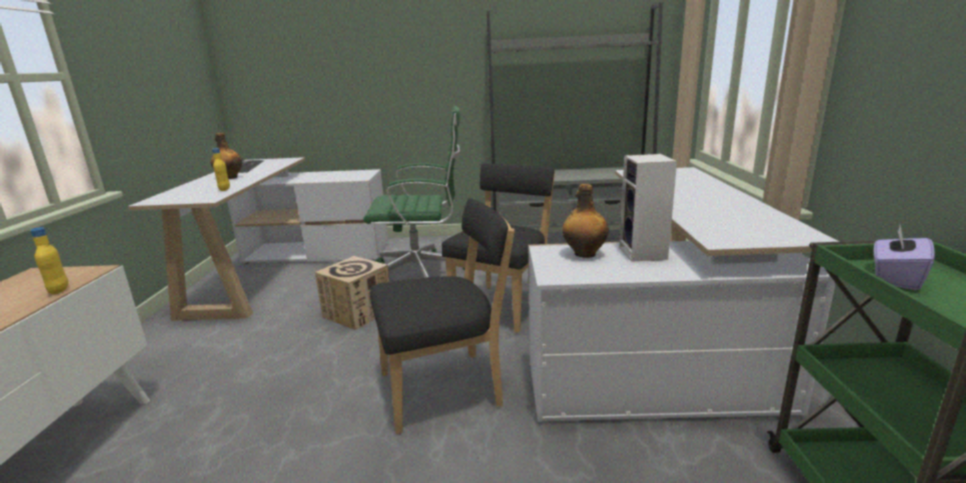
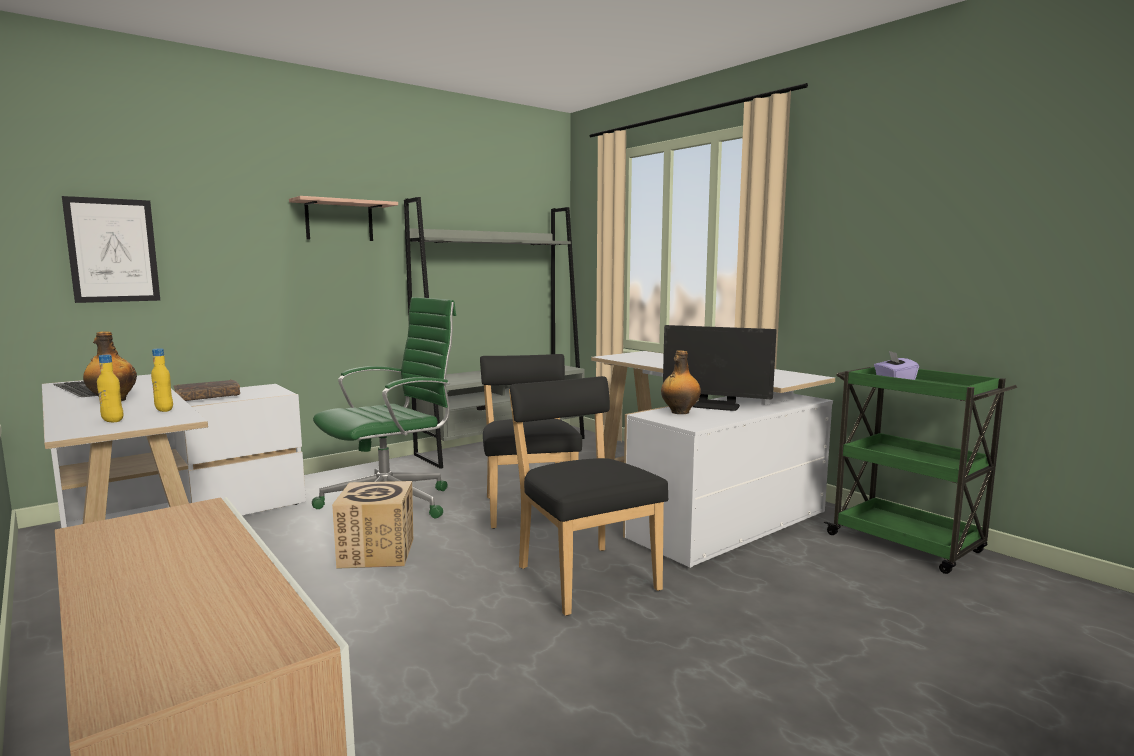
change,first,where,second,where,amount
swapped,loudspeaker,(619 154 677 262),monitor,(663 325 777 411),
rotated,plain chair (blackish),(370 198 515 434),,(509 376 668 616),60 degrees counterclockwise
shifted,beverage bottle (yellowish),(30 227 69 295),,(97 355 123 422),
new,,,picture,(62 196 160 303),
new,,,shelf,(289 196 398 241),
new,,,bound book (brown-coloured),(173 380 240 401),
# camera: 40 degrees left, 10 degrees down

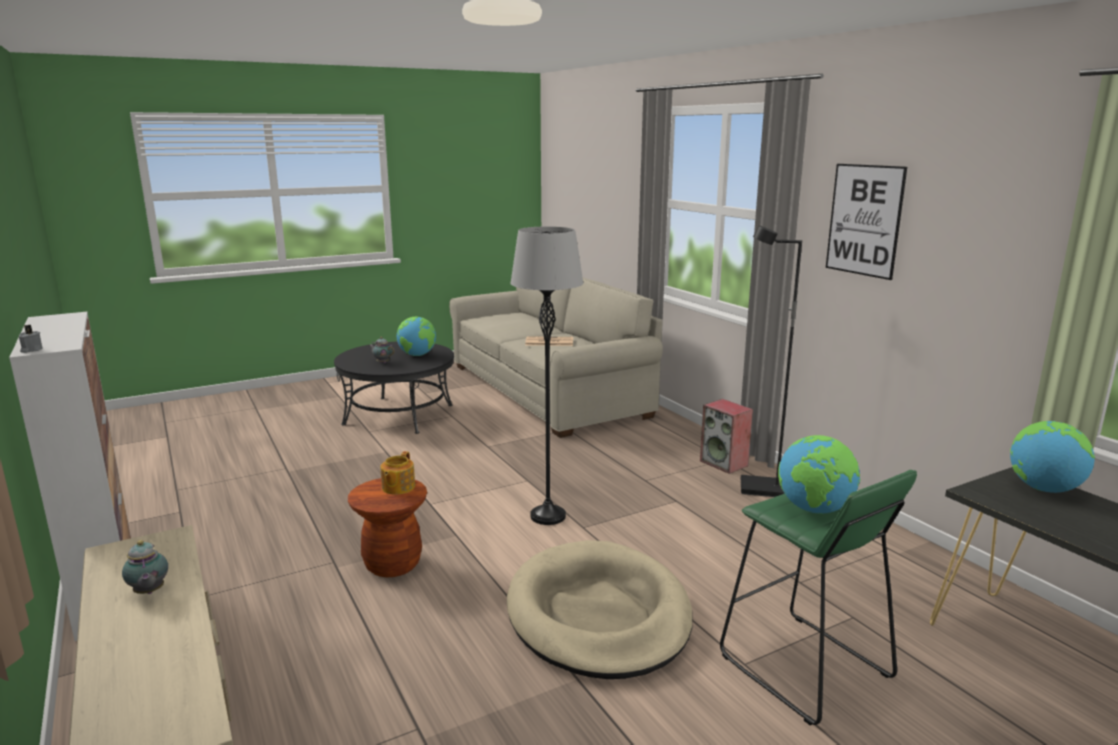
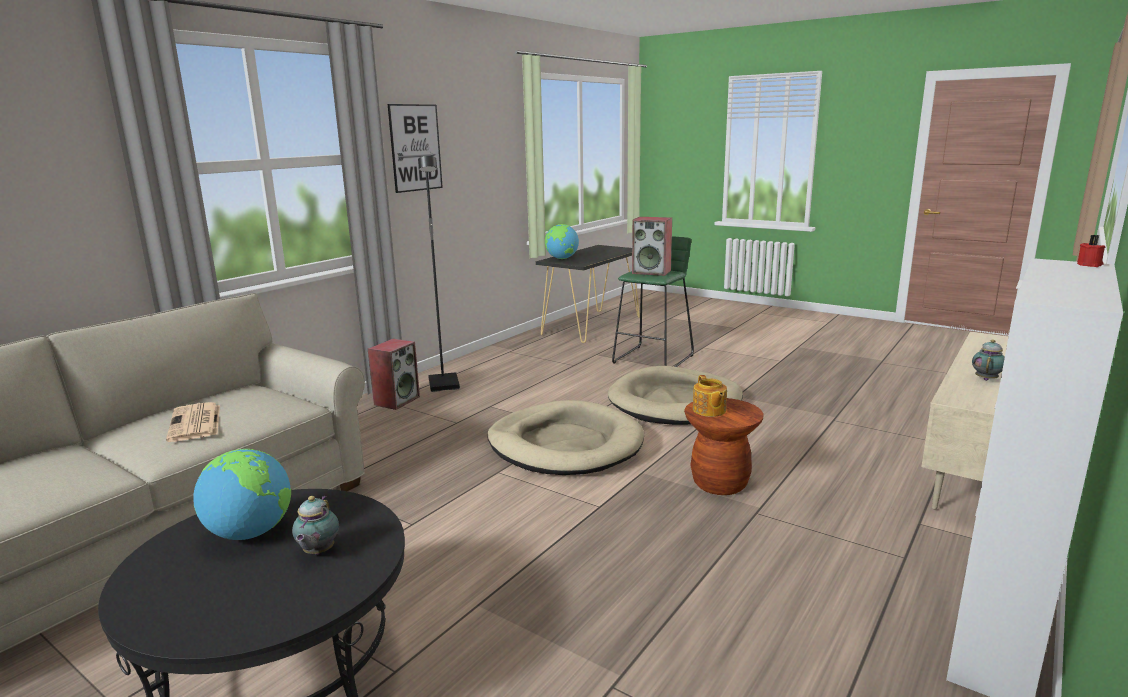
change,first,where,second,where,amount
swapped,standard lamp (grey),(510 226 583 525),pet bed (beige-coloured),(487 400 644 475),
repainted,wax light (grey),(19 325 43 353),wax light (red-coloured),(1077 235 1105 267),
swapped,world globe,(778 435 860 514),loudspeaker,(632 217 672 276),
rotated,pot for tea,(380 451 415 495),,(693 375 727 417),90 degrees clockwise
# camera: 115 degrees left, 0 degrees up

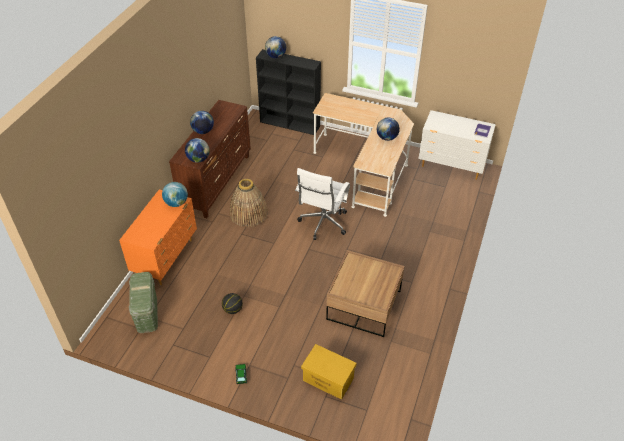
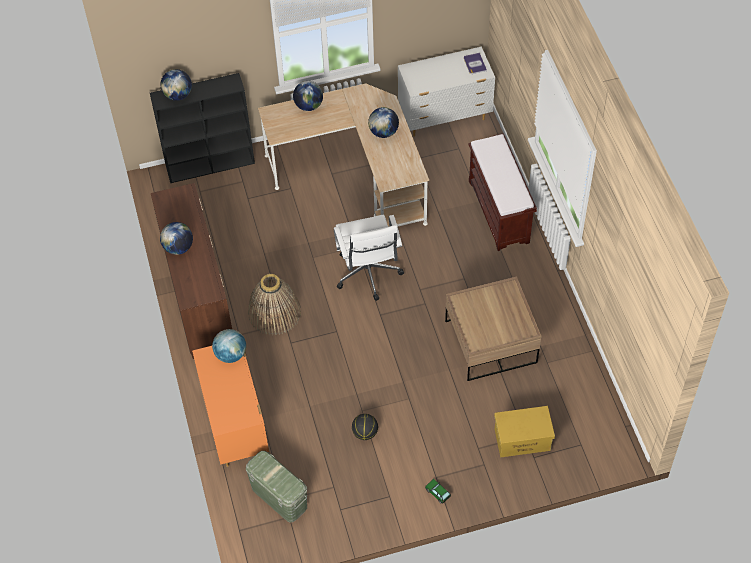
change,first,where,second,where,amount
shifted,world globe,(185 138 210 163),,(293 81 323 111),
new,,,long seat (brown-coloured),(468 133 537 251),
# camera: 35 degrees left, 10 degrees up

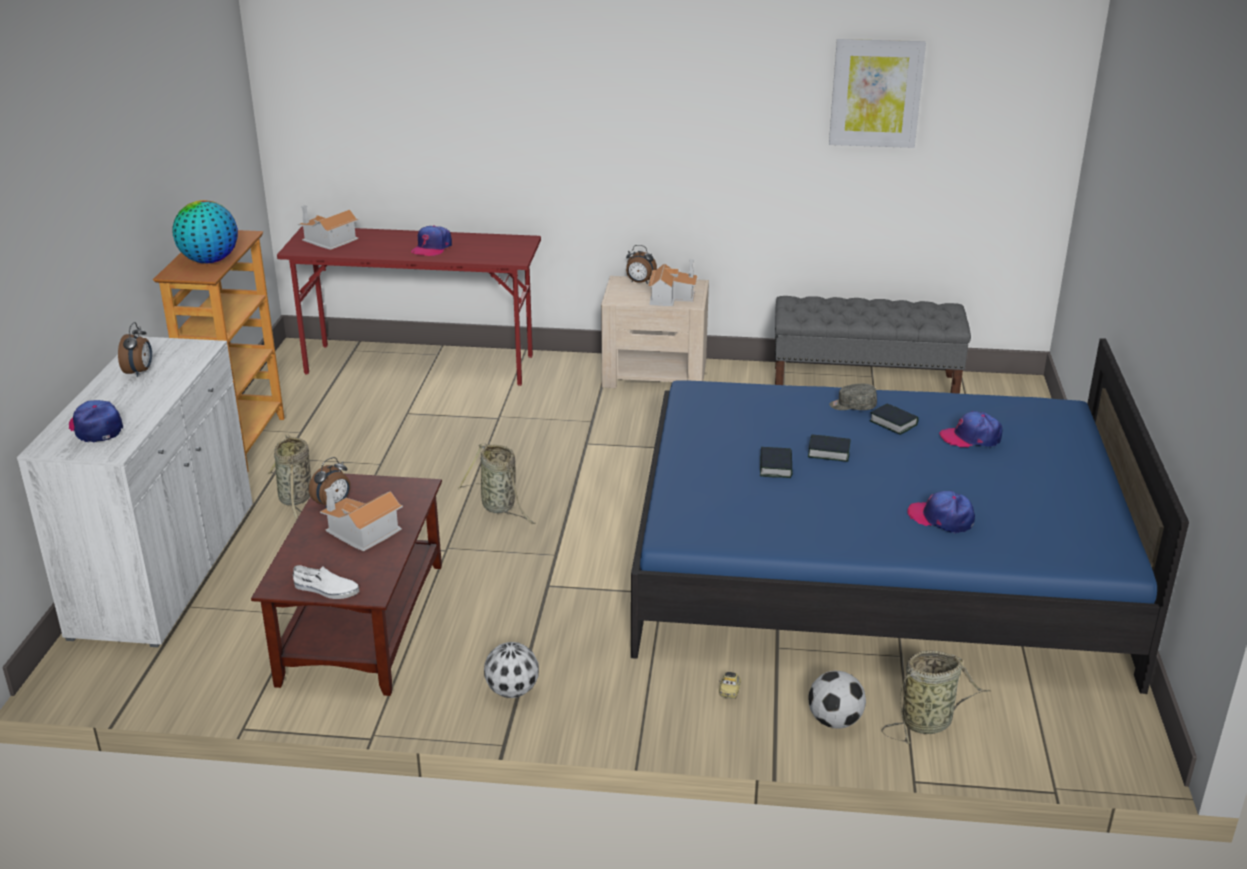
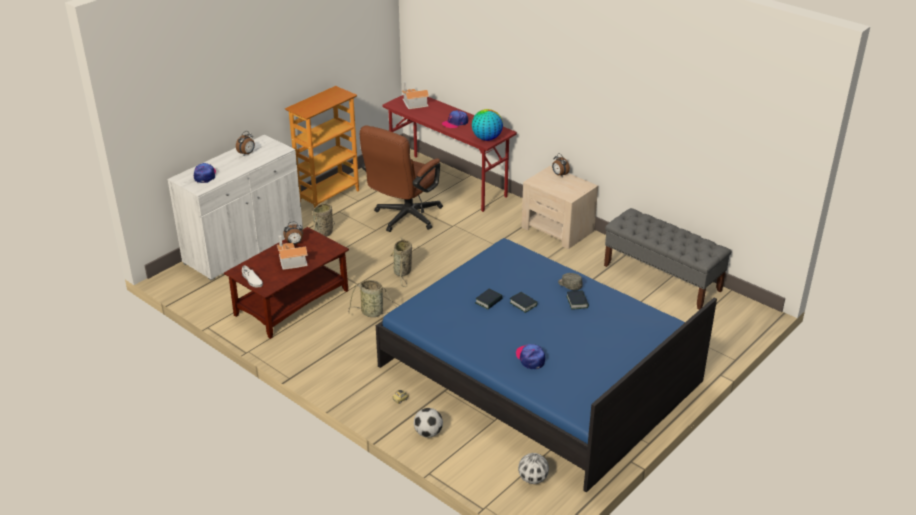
change,first,where,second,where,amount
gone,picture,(829 39 926 148),,,
shifted,world globe,(172 200 238 263),,(472 109 503 141),
gone,toy house,(648 259 698 306),,,
gone,cap,(939 411 1002 447),,,
shifted,ball for football,(484 642 539 698),,(518 453 549 484),
shifted,household basket,(881 650 990 744),,(348 280 394 317),
new,,,desk chair (brown-coloured),(360 125 443 232),
# camera: 35 degrees right, 5 degrees up

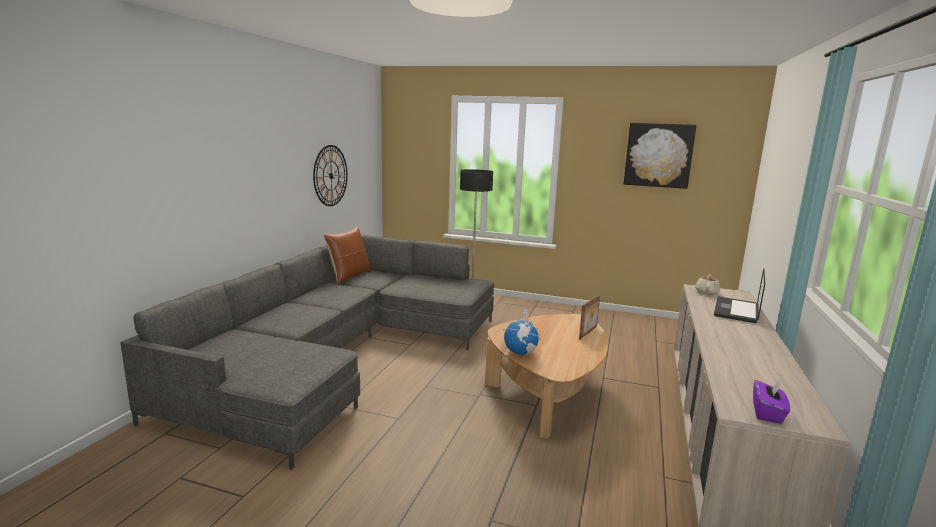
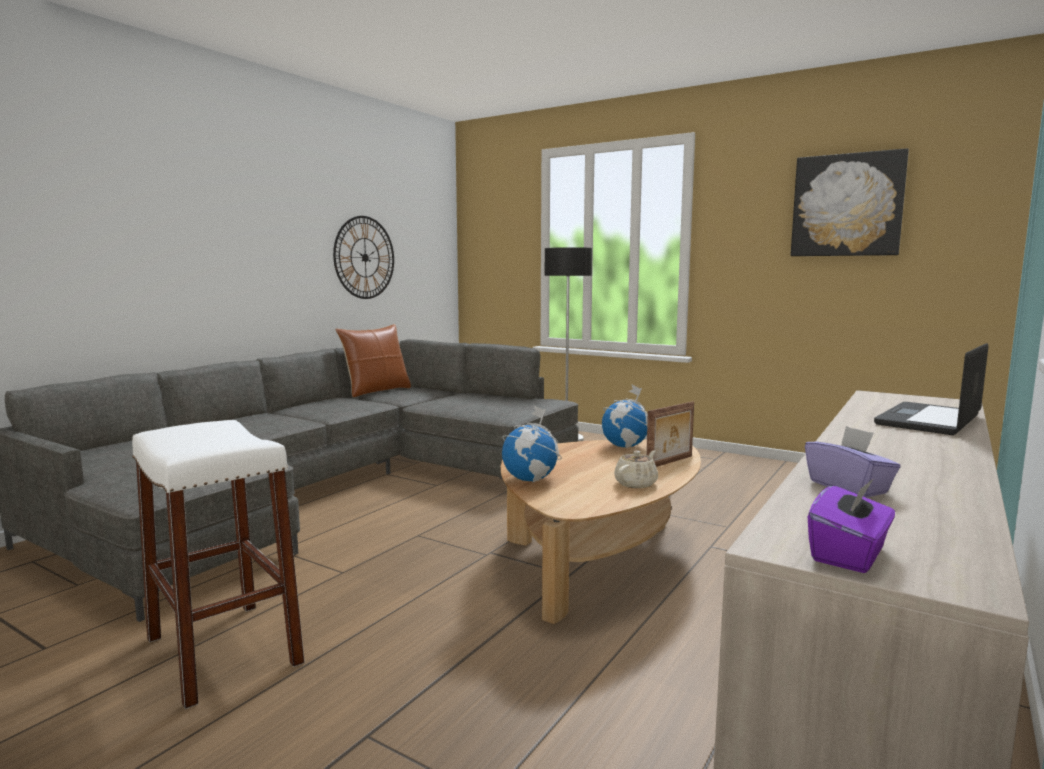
change,first,where,second,where,amount
shifted,pot for tea (beige-coloured),(695 274 721 295),,(614 450 658 488),
new,,,world globe,(602 384 648 448),
new,,,sitting stool (whitish),(132 420 305 709),
new,,,tissue box (purple),(805 426 900 498),
# camera: 15 degrees right, 5 degrees down

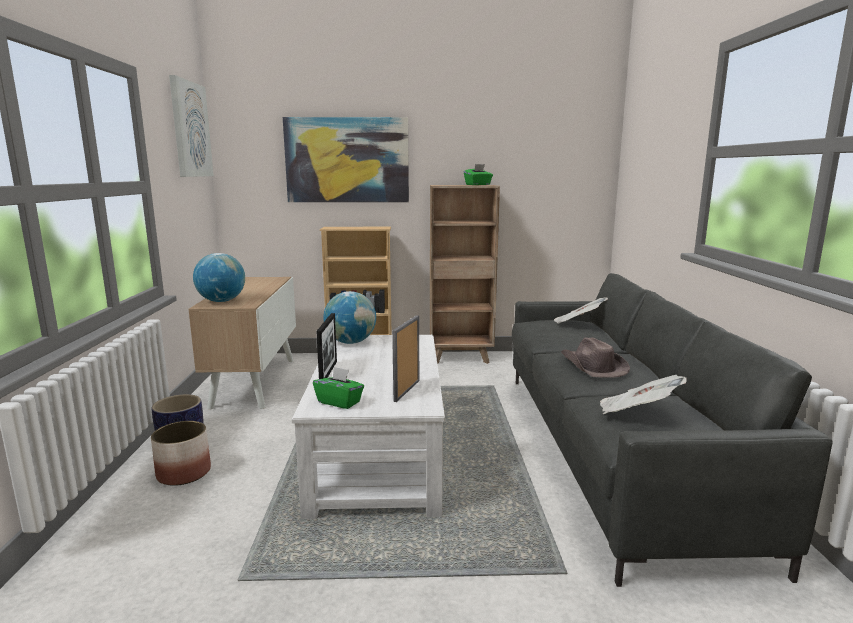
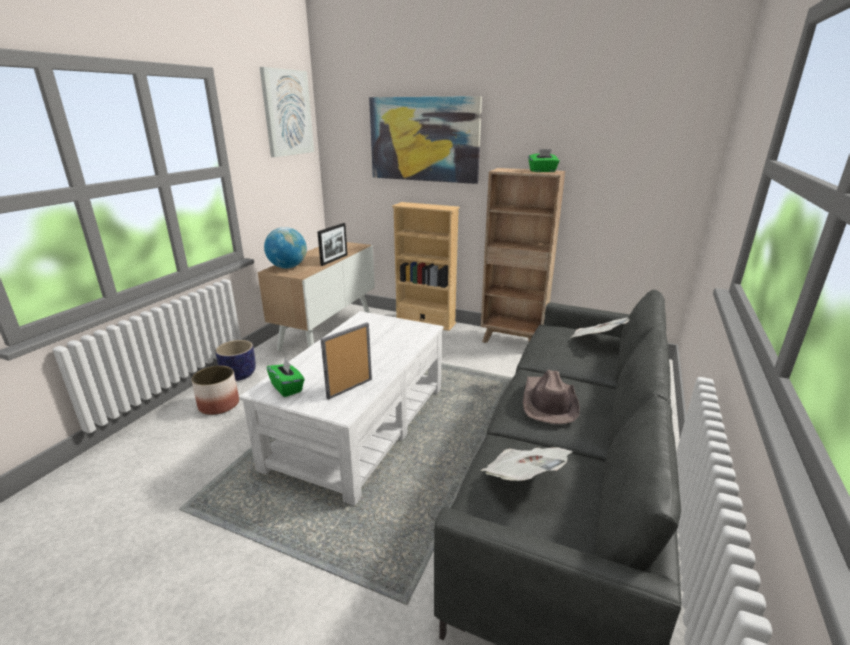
change,first,where,second,where,amount
gone,world globe,(323 291 376 344),,,
shifted,picture frame,(316 313 337 379),,(317 223 348 266),
# camera: 25 degrees right, 10 degrees up

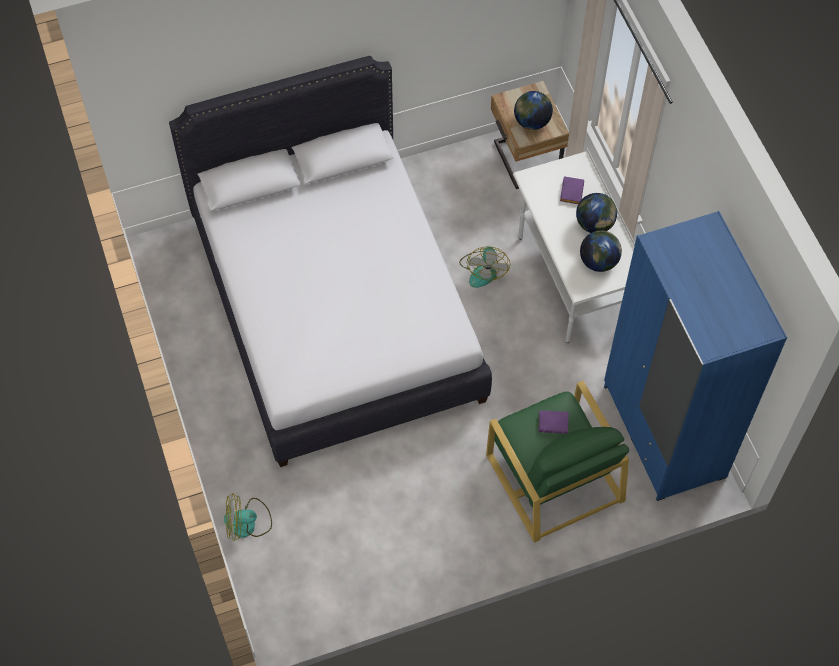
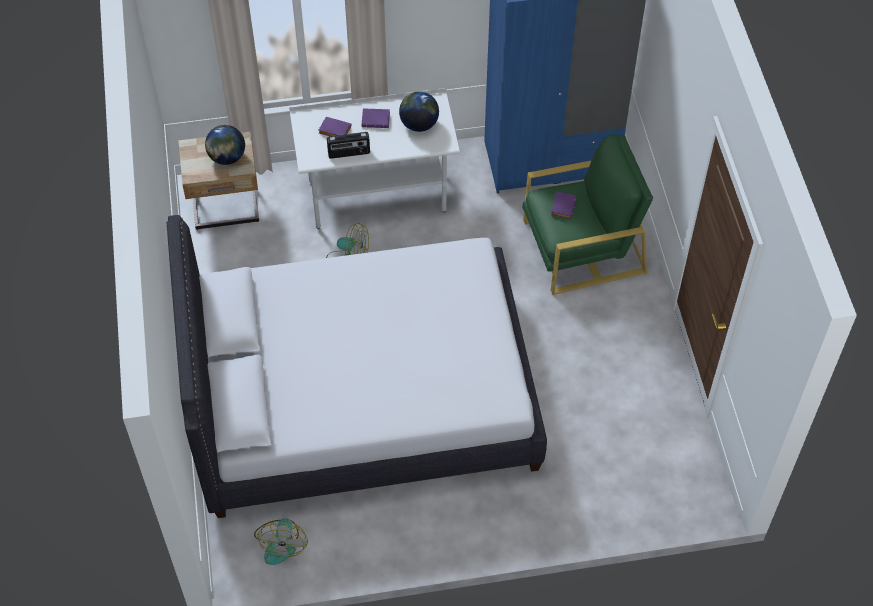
change,first,where,second,where,amount
swapped,world globe,(576 193 617 233),bound book (purple),(362 108 390 128),
shifted,electric fan,(224 493 272 541),,(254 518 308 565),
new,,,radio,(327 132 370 159),
# camera: 80 degrees left, 5 degrees down

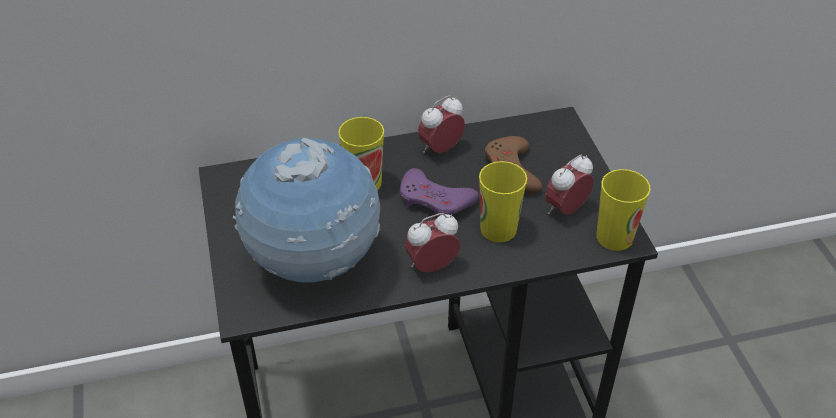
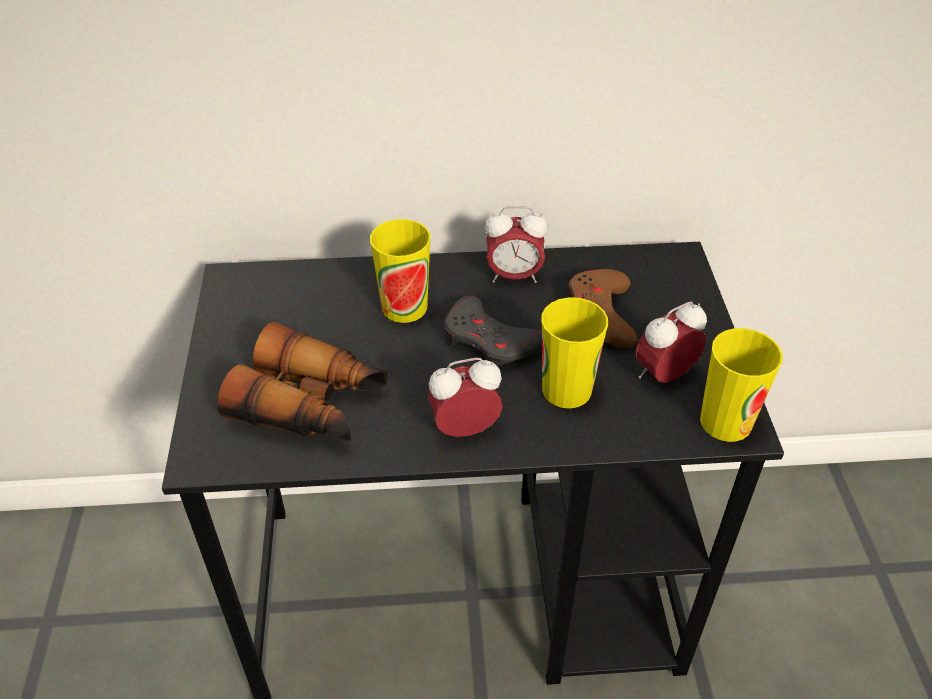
change,first,where,second,where,amount
rotated,alarm clock,(418 95 465 153),,(485 206 548 283),150 degrees counterclockwise
swapped,world globe,(233 138 380 282),field glasses,(217 322 387 441),
repainted,gamepad (purple),(400 168 479 216),gamepad (grey),(444 296 542 366),
# camera: 10 degrees right, 0 degrees up

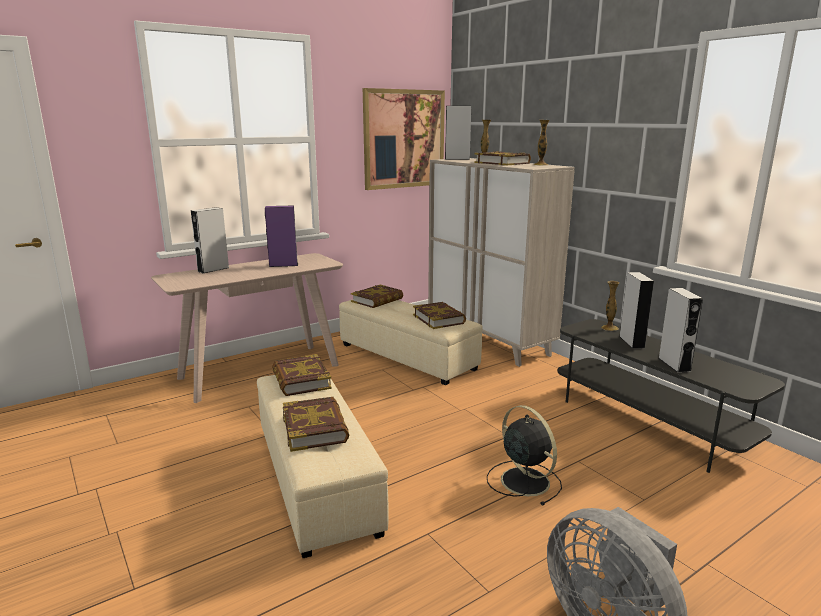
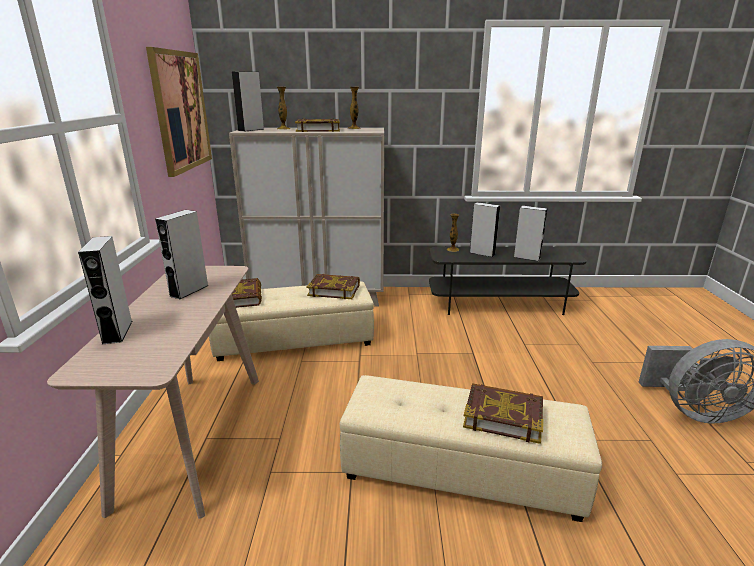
change,first,where,second,where,amount
repainted,loudspeaker (purple),(265 206 298 267),loudspeaker (grey),(155 210 209 299),
gone,bound book,(272 354 332 396),,,
gone,electric fan (blackish),(487 405 562 506),,,
# camera: 55 degrees left, 5 degrees up

